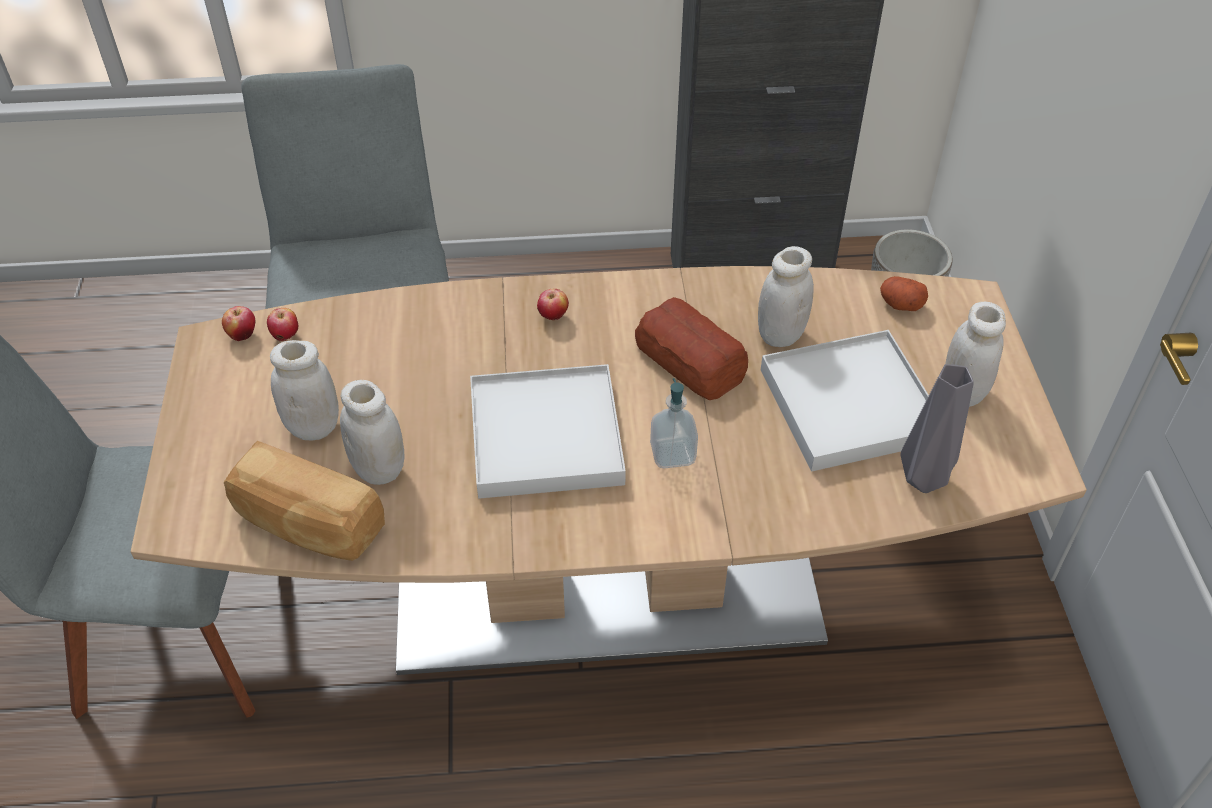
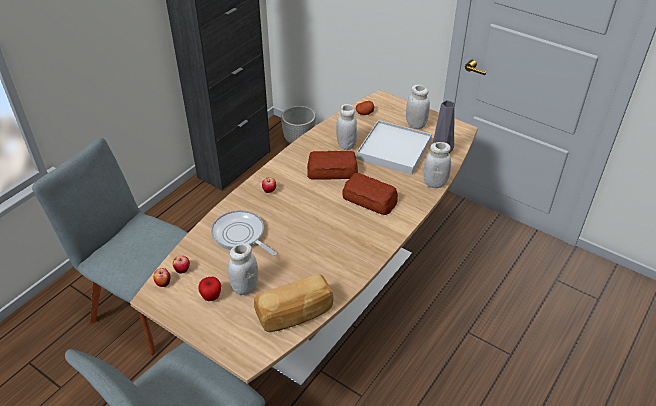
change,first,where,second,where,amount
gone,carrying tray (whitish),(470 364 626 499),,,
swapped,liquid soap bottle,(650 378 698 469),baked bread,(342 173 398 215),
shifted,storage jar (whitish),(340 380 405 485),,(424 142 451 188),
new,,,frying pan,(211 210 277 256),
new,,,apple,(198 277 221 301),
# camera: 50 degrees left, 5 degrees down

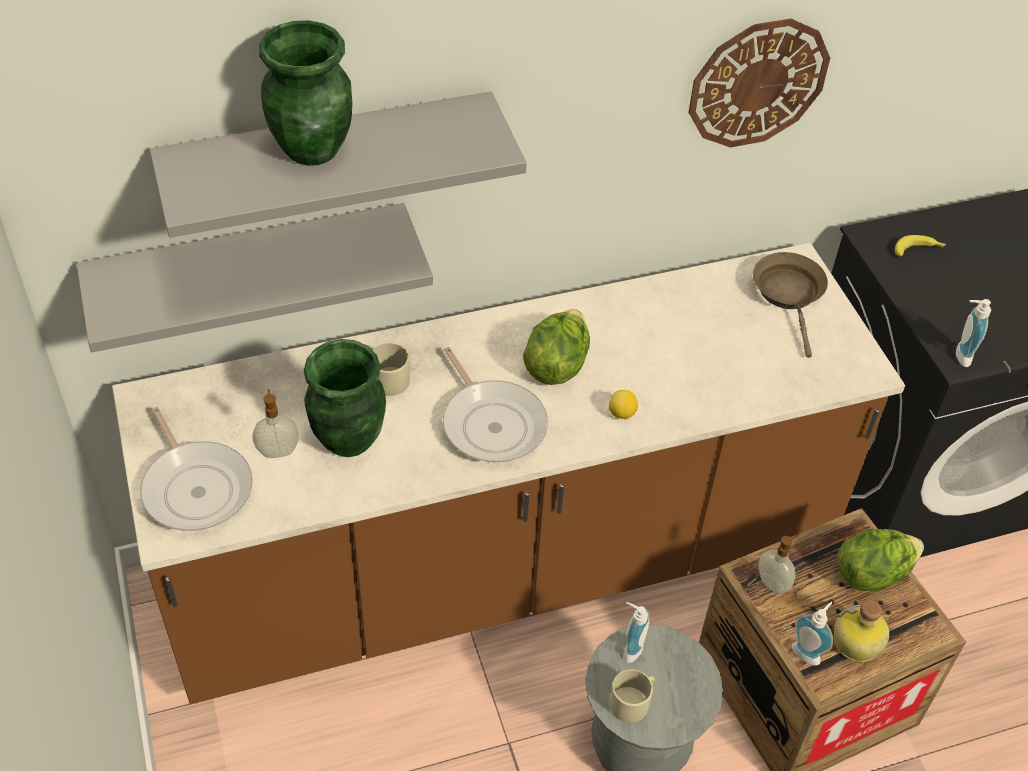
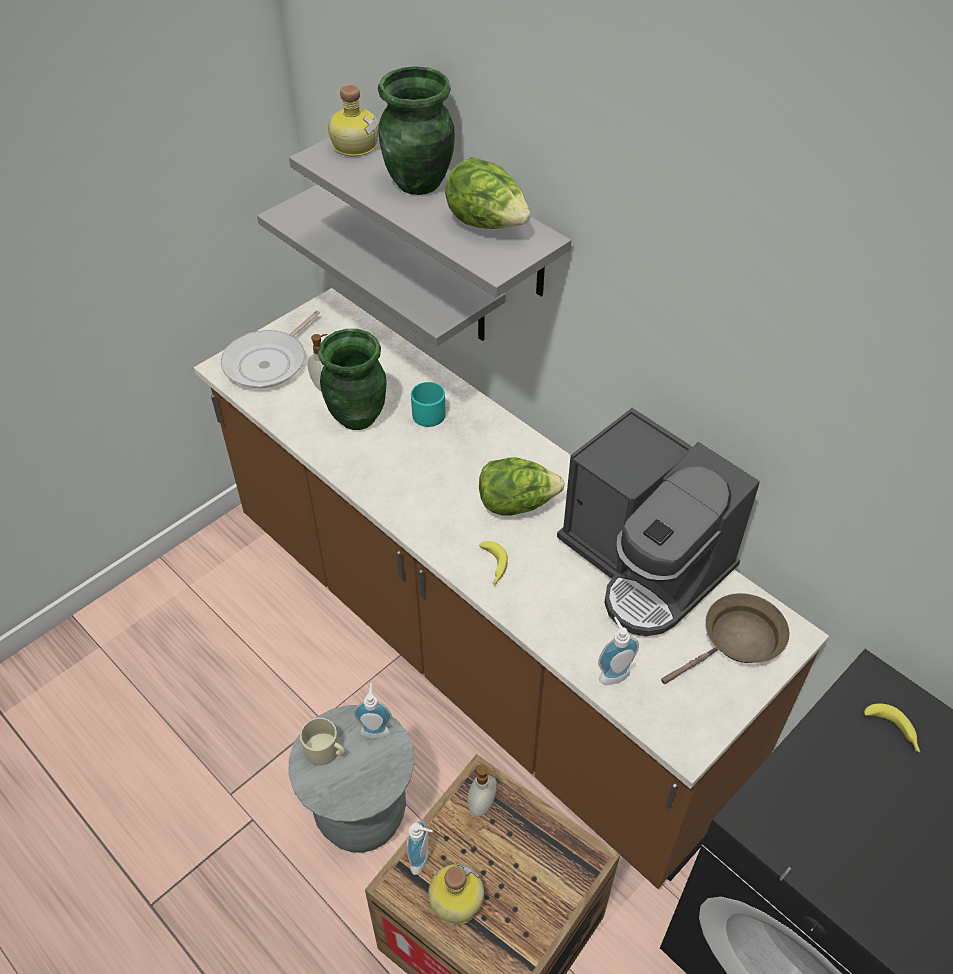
change,first,where,second,where,amount
gone,clock on the wall,(688 18 830 148),,,
shifted,liquid soap bottle,(956 299 991 367),,(598 617 639 685),
repainted,tea mug (beige-coloured),(372 343 410 396),tea mug (turquoise),(411 382 445 427),
gone,frying pan,(443 347 548 462),,,
swapped,whole lemon,(609 390 638 419),banana fruit,(479 541 508 586),
shifted,lettuce,(837 529 924 591),,(445 157 531 229),
new,,,beverage bottle,(328 85 379 157),
new,,,coffee maker,(557 408 760 636),
# camera: 65 degrees right, 0 degrees up

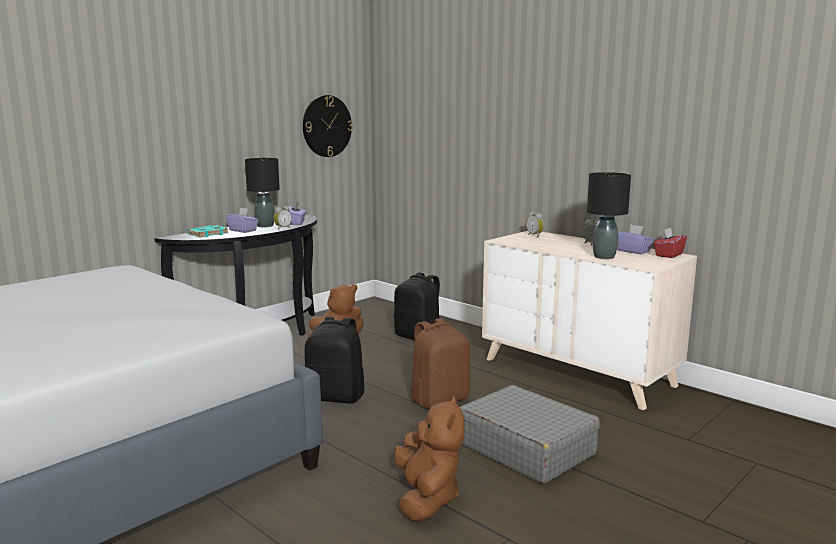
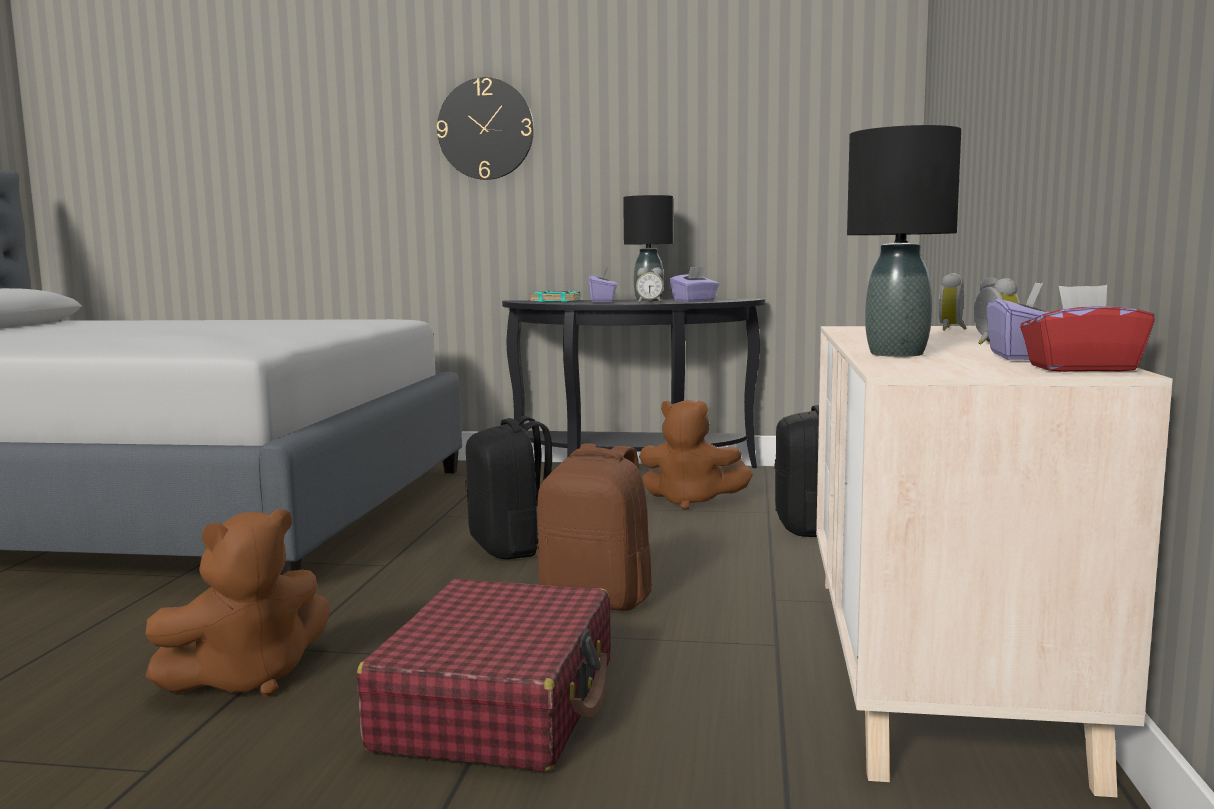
change,first,where,second,where,amount
shifted,clock on the wall,(303 95 353 157),,(437 77 534 180),
repainted,piece of luggage (grey),(460 385 600 484),piece of luggage (red-coloured),(357 579 611 771),
# camera: 55 degrees right, 5 degrees down

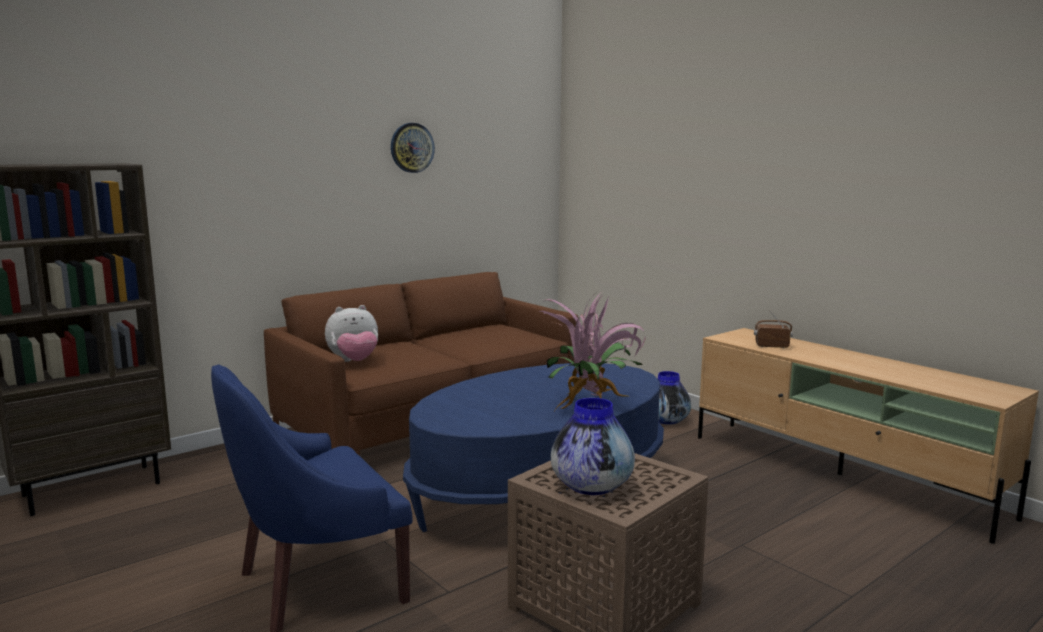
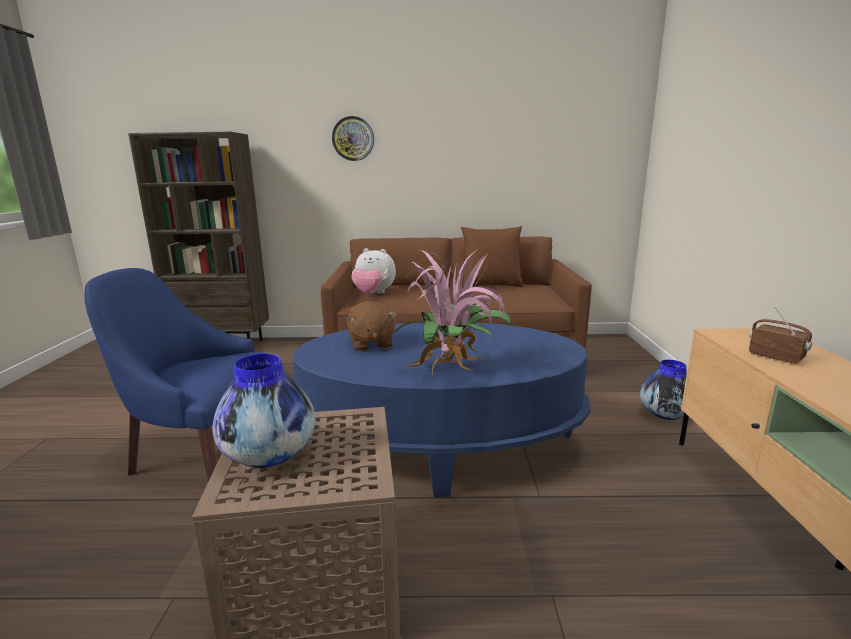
change,first,where,second,where,amount
shifted,clock on the wall,(391 123 435 173),,(332 116 374 161),
new,,,cushion (brown-coloured),(461 226 523 288),
new,,,cuddly toy (brown-coloured),(347 301 397 352),
# camera: 40 degrees right, 5 degrees up

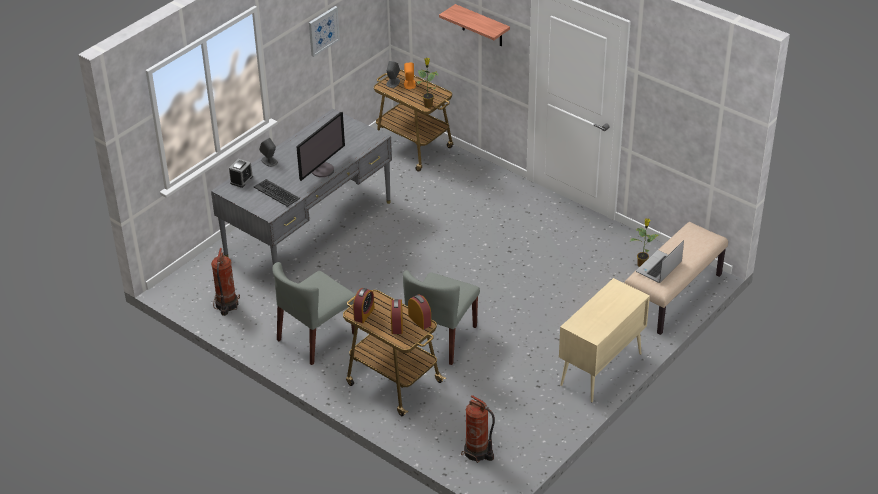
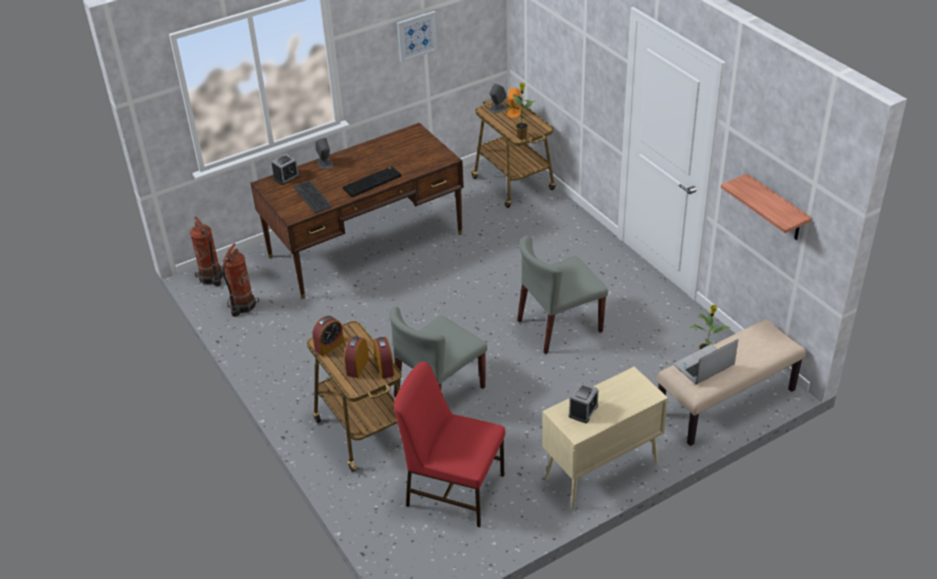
change,first,where,second,where,amount
shifted,shelf,(439 4 510 46),,(721 174 812 240),
repainted,desk table (grey),(211 109 392 265),desk table (brown-coloured),(251 123 464 299),
swapped,monitor,(296 112 345 181),keyboard,(343 166 402 197),
shifted,plain chair (grey),(272 262 355 365),,(517 235 608 354),
shifted,extinguisher,(461 395 495 463),,(190 216 226 286),
new,,,plain chair (red-coloured),(394 362 505 527),
new,,,alarm clock,(569 383 599 423),
# camera: 20 degrees right, 0 degrees up

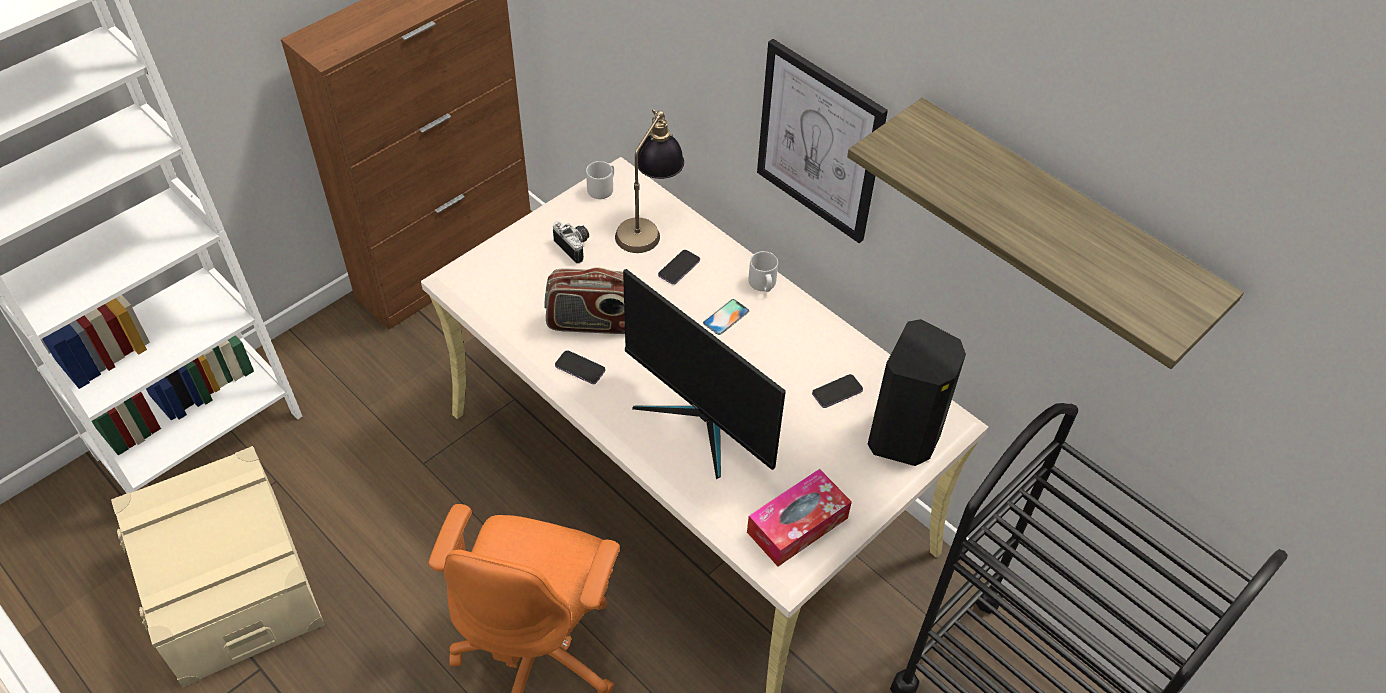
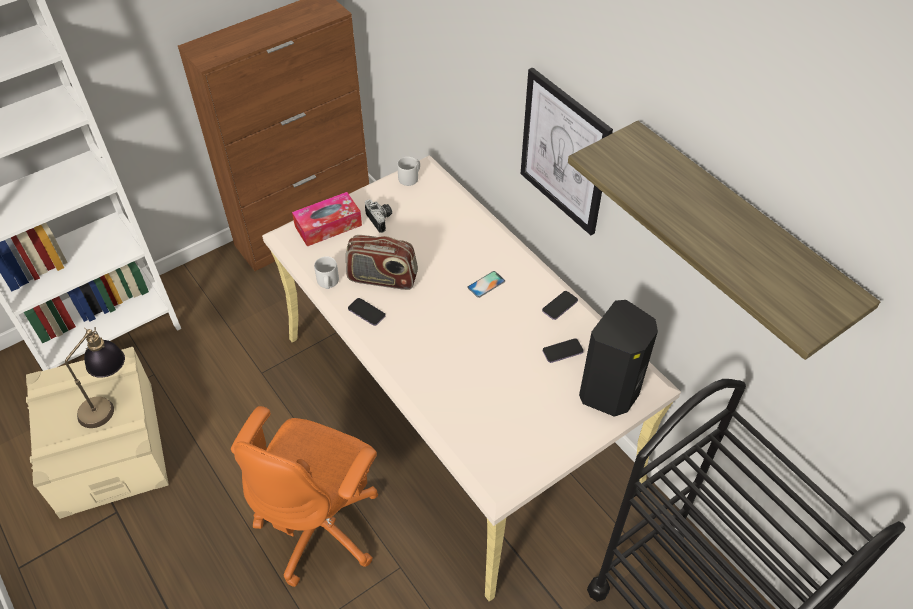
change,first,where,second,where,amount
shifted,table lamp,(615 109 684 253),,(65 327 125 428),
shifted,telephone,(658 250 700 285),,(542 291 578 320),
shifted,tea mug (grey),(748 251 778 292),,(314 256 339 289),
gone,monitor,(623 269 786 479),,,
shifted,tissue box,(747 469 852 566),,(292 192 362 247),
# camera: 10 degrees right, 0 degrees up

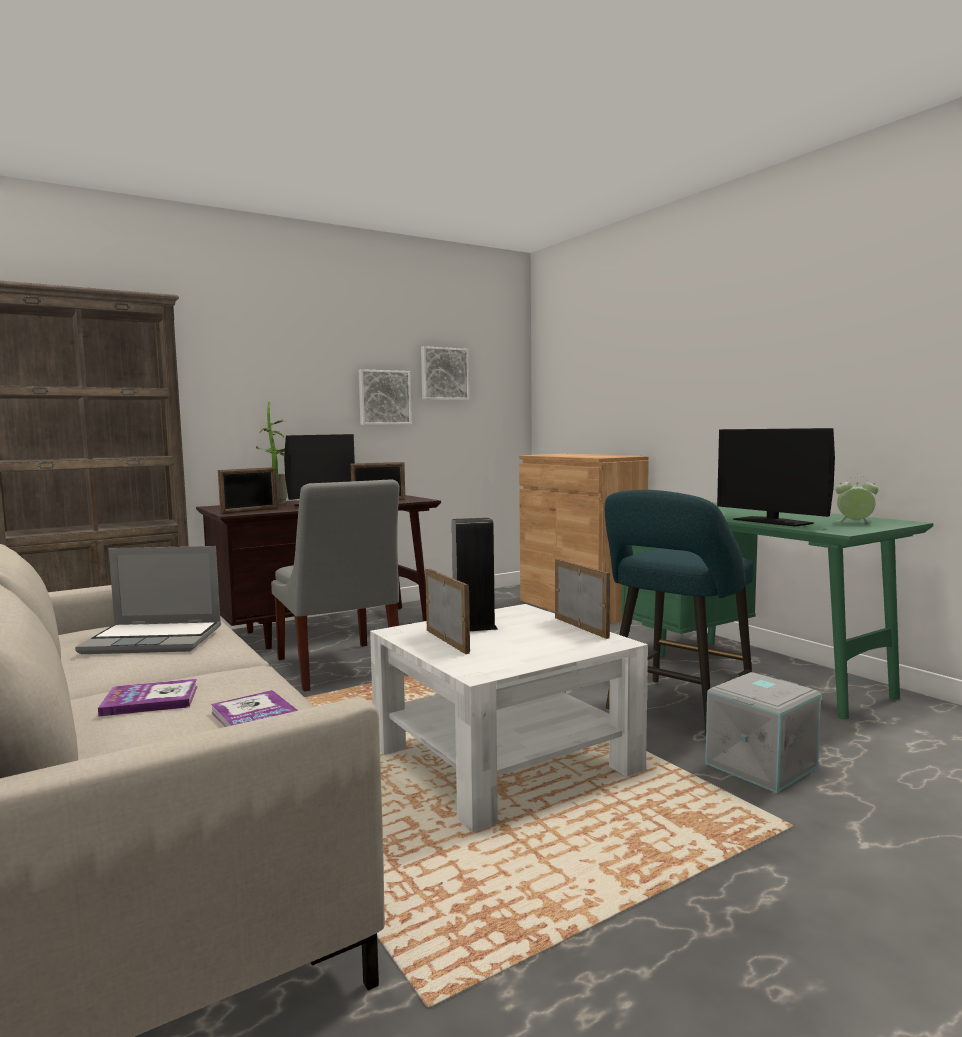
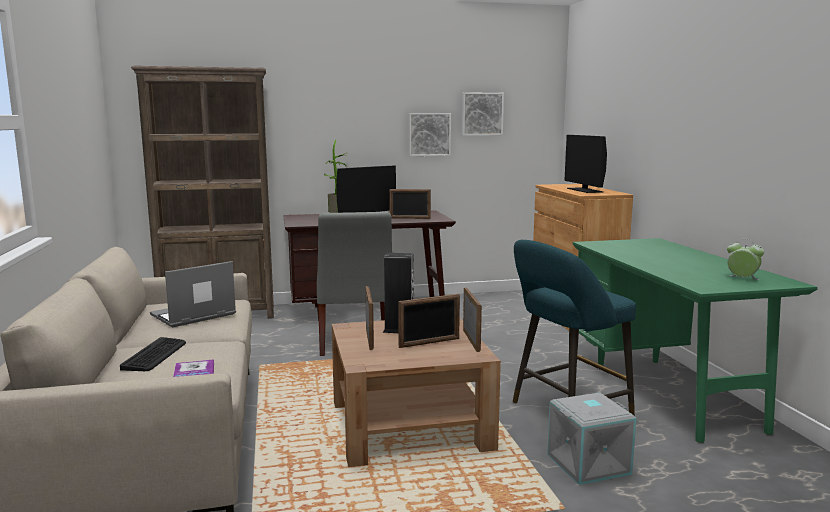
change,first,where,second,where,amount
shifted,monitor,(717 428 835 527),,(564 135 607 193),
shifted,picture frame,(218 467 278 514),,(398 294 460 348),
rotated,portable computer,(75 546 221 654),,(150 261 236 328),120 degrees clockwise
repainted,coffee table (whitish),(370 604 648 833),coffee table (brown-coloured),(332 318 501 467),
swapped,bound book,(98 679 198 716),keyboard,(120 337 186 371),
# camera: 20 degrees right, 5 degrees up

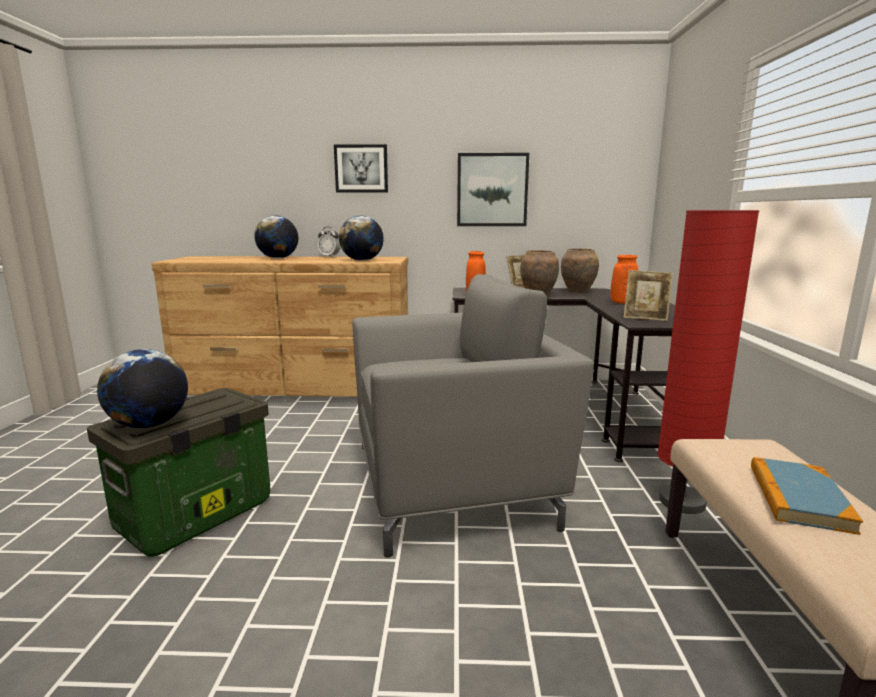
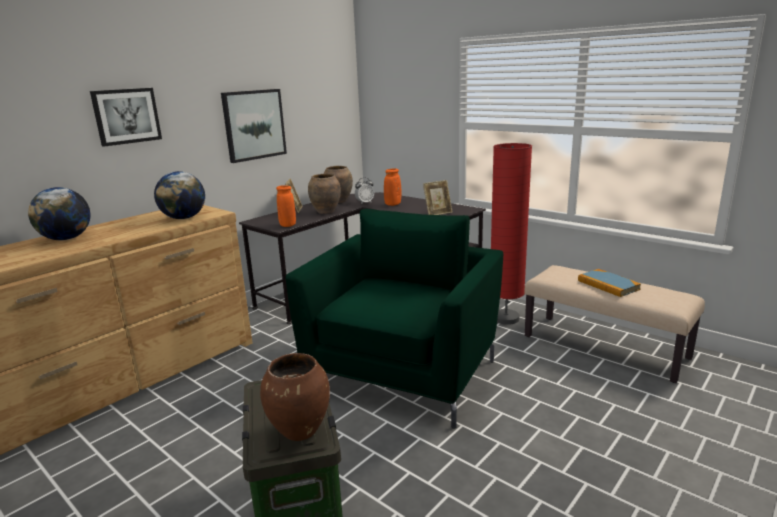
change,first,where,second,where,amount
shifted,alarm clock,(318 227 341 257),,(355 178 374 204),
repainted,lounge chair (grey),(353 274 594 557),lounge chair (green),(286 209 503 429),
swapped,world globe,(97 349 188 428),flower vase (brown-coloured),(260 353 330 441),
# camera: 50 degrees left, 5 degrees up

